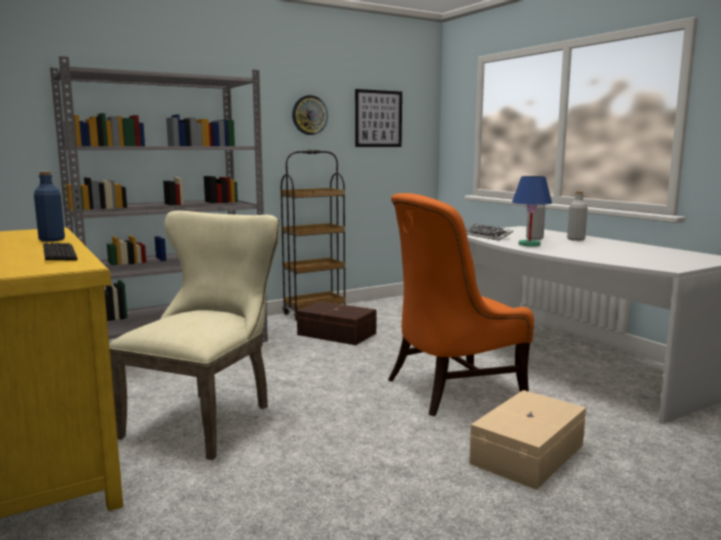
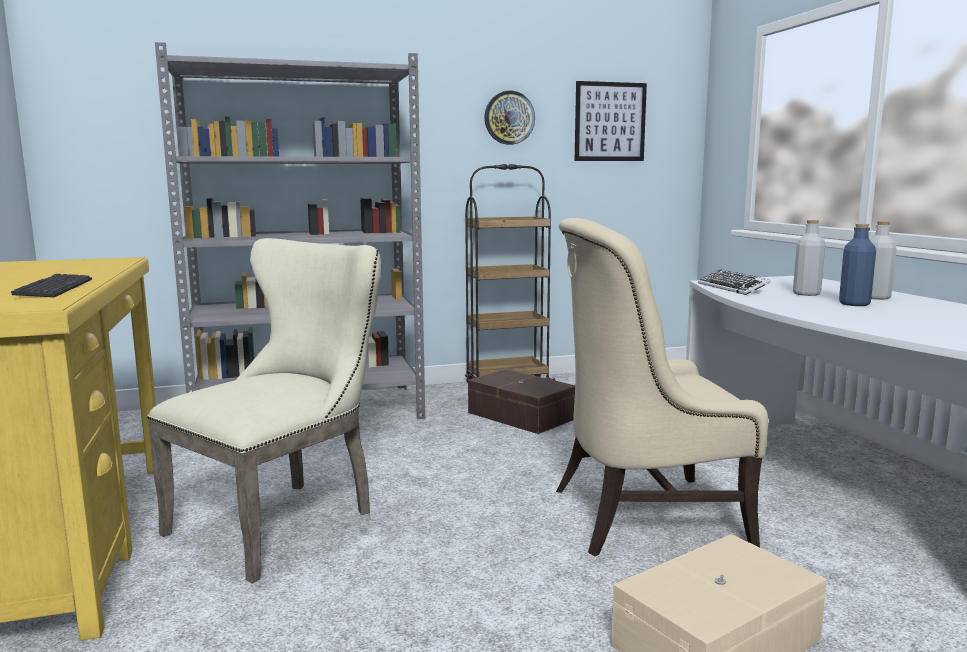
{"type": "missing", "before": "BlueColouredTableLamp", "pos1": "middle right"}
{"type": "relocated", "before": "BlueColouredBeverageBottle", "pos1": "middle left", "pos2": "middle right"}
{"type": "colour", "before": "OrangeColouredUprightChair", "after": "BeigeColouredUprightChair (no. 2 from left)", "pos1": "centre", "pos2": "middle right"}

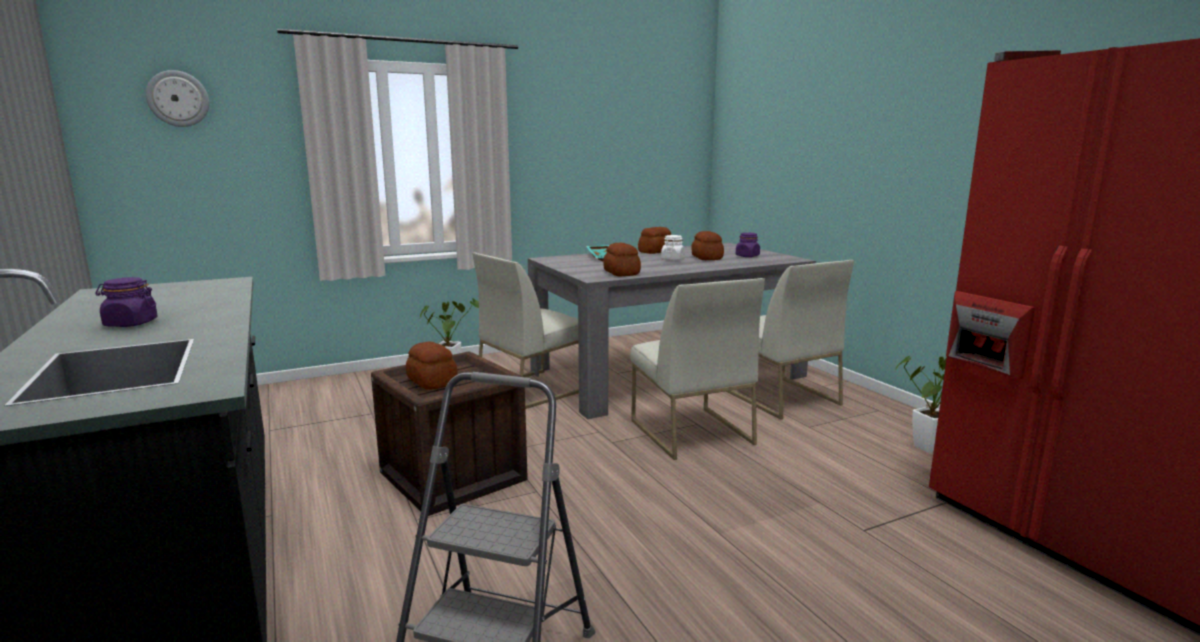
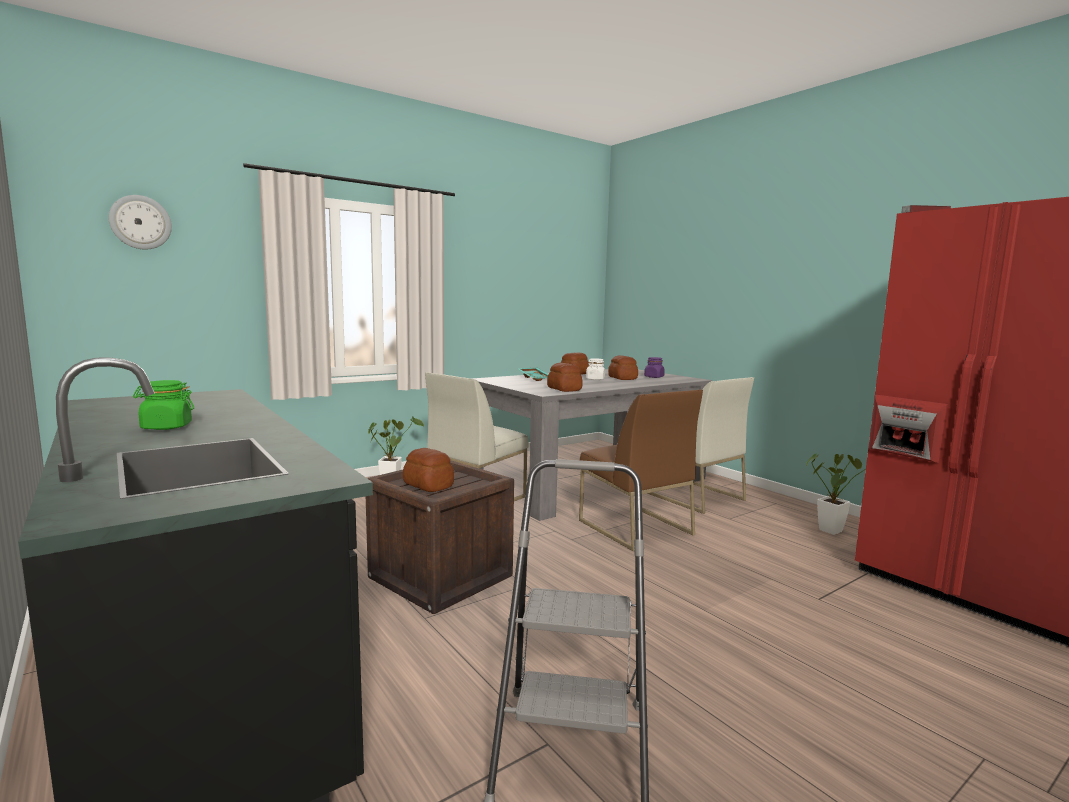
{"type": "colour", "before": "PurpleColouredPreserveJar (no. 1 from left)", "after": "GreenColouredPreserveJar", "pos1": "middle left", "pos2": "middle left"}
{"type": "colour", "before": "WhiteUprightChair (no. 2 from left)", "after": "BrownUprightChair", "pos1": "centre", "pos2": "centre"}

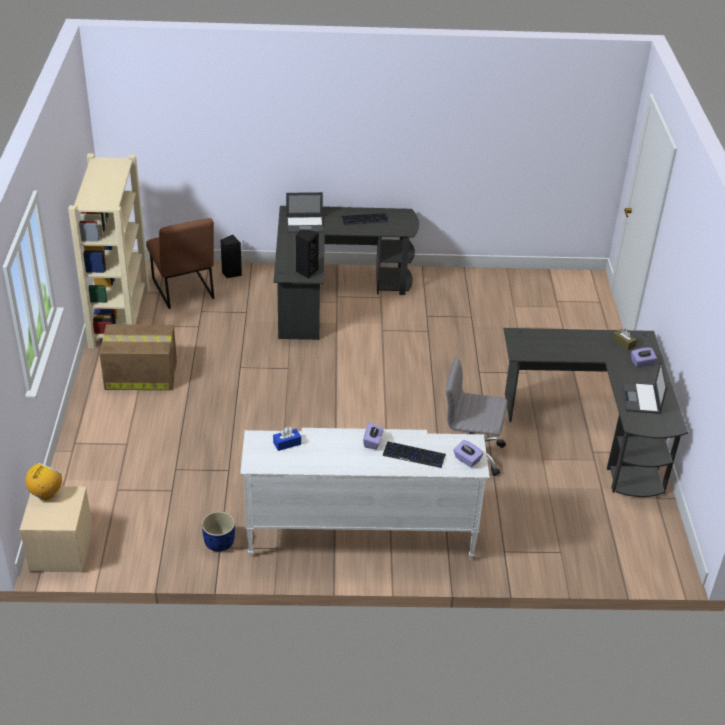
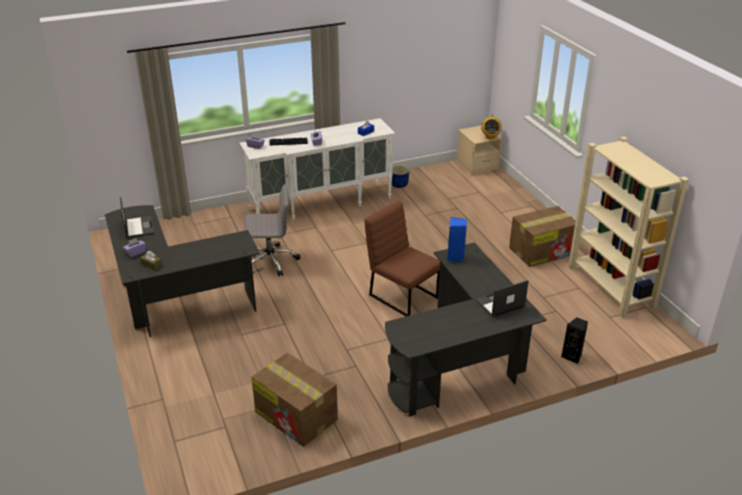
{"type": "missing", "before": "PcKeyboard (no. 1 from left)", "pos1": "top centre"}
{"type": "appeared", "after": "CardboardBox (no. 1 from left)", "pos2": "bottom centre"}
{"type": "relocated", "before": "BrownUprightChair", "pos1": "middle left", "pos2": "centre"}
{"type": "colour", "before": "BlackishLoudspeaker (no. 2 from left)", "after": "BlueColouredLoudspeaker", "pos1": "centre", "pos2": "centre"}

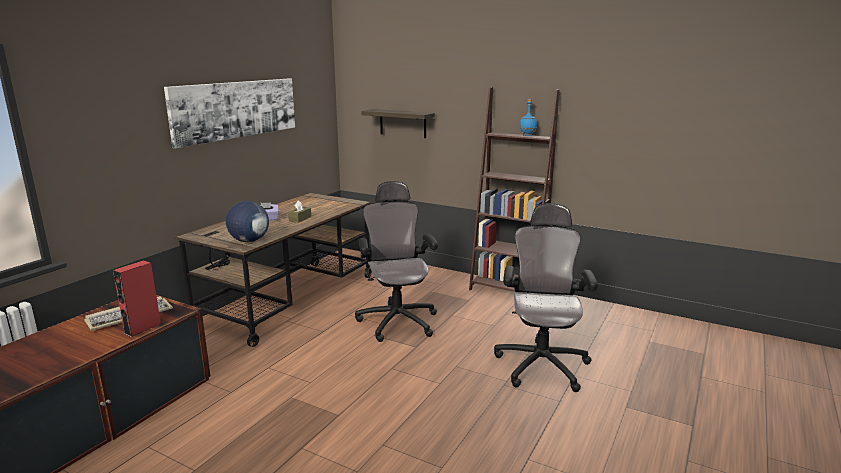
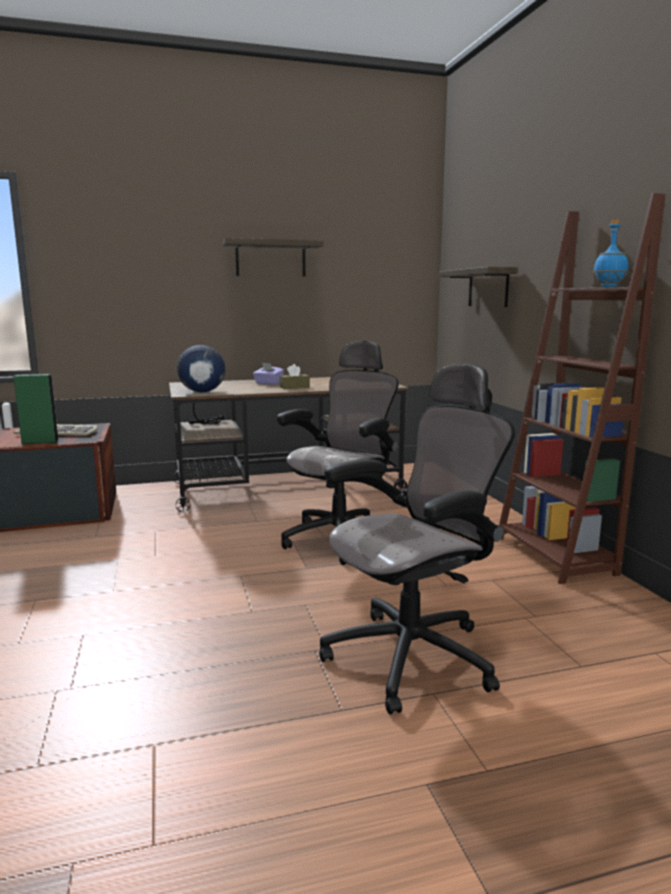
{"type": "exchanged", "before": "WallPicture", "after": "BracketShelf (no. 1 from left)", "pos1": "top left", "pos2": "top centre"}
{"type": "colour", "before": "ReddishLoudspeaker", "after": "GreenColouredLoudspeaker", "pos1": "middle left", "pos2": "middle left"}

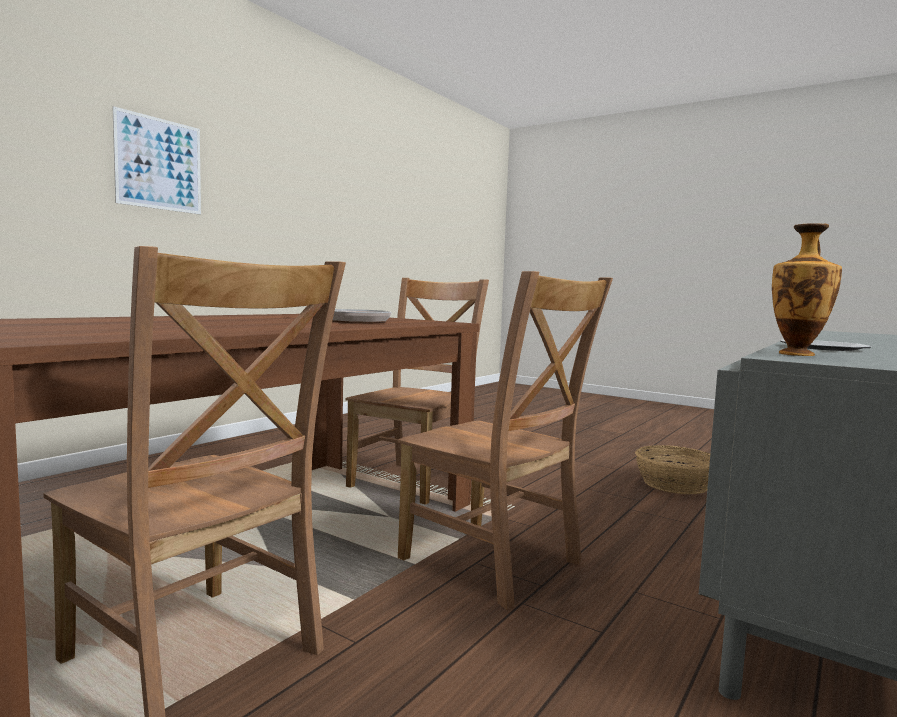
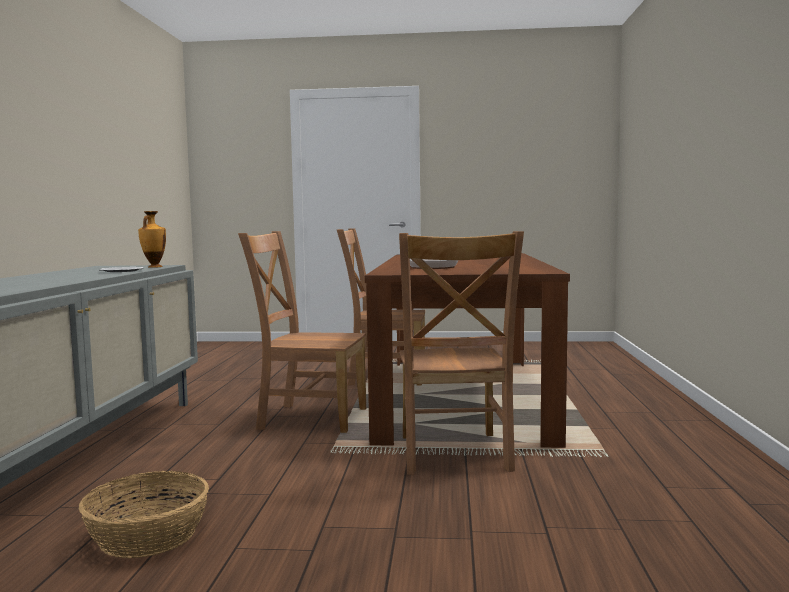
{"type": "missing", "before": "WallPicture", "pos1": "top left"}

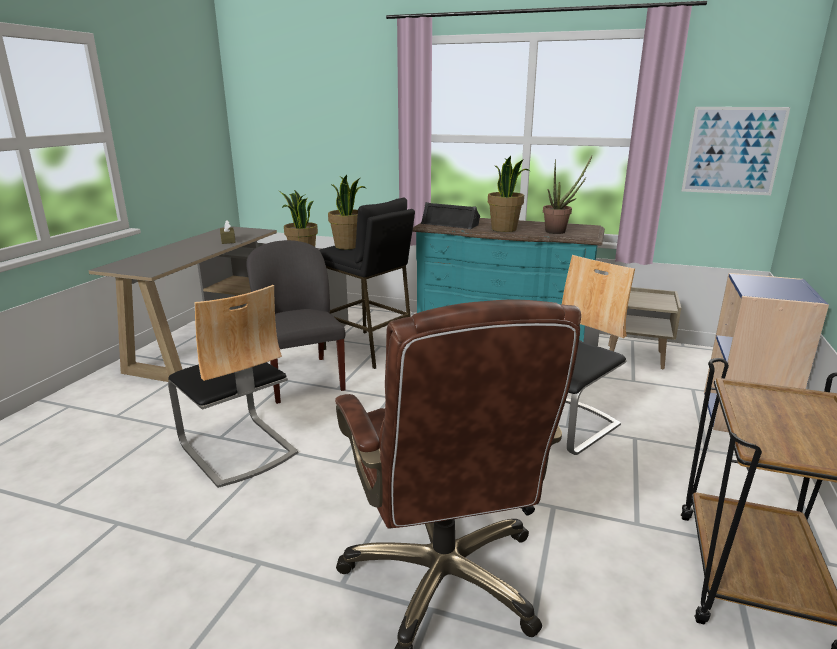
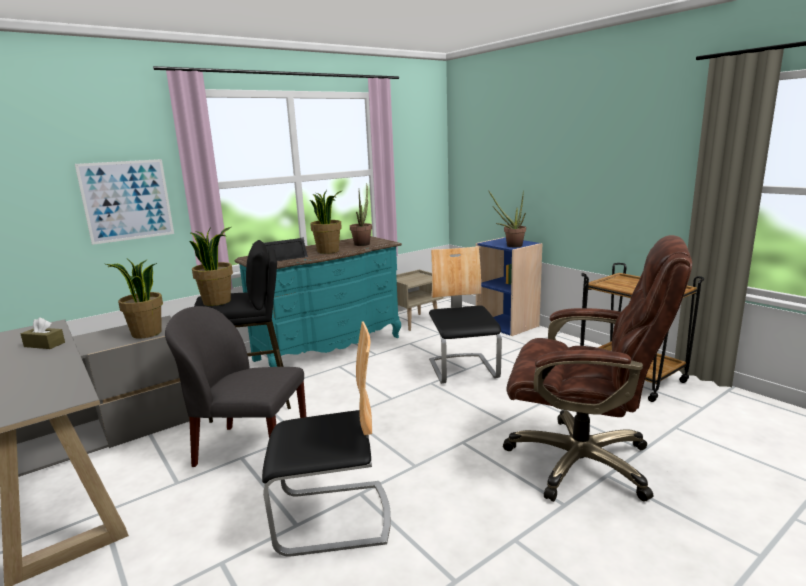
{"type": "appeared", "after": "Houseplant (no. 5 from left)", "pos2": "centre"}
{"type": "relocated", "before": "WallPicture", "pos1": "top right", "pos2": "middle left"}

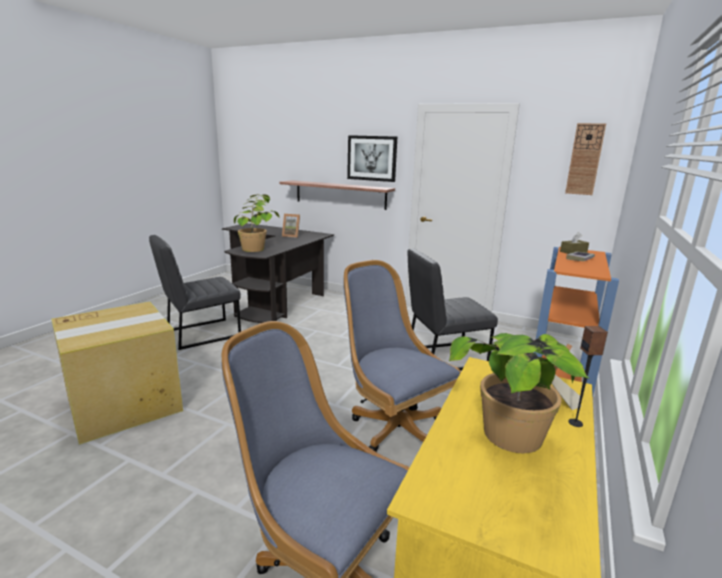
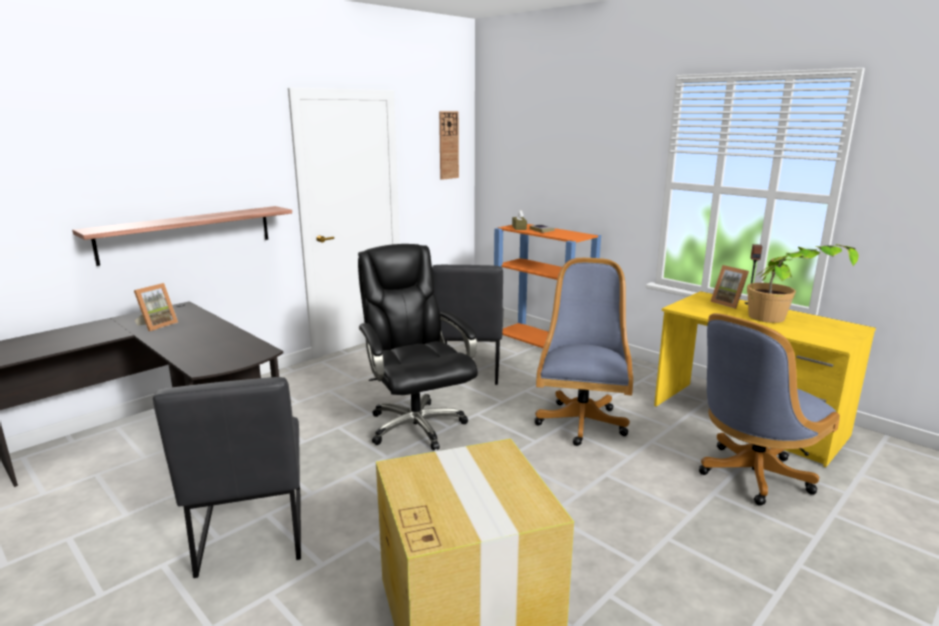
{"type": "missing", "before": "Houseplant (no. 1 from left)", "pos1": "centre"}
{"type": "missing", "before": "WallPicture", "pos1": "top centre"}
{"type": "appeared", "after": "BlackishDeskChair", "pos2": "centre"}
{"type": "spun", "before": "BlueColouredDeskChair (no. 2 from left in the first image)", "pos1": "centre", "pos2": "centre", "turn": 120}

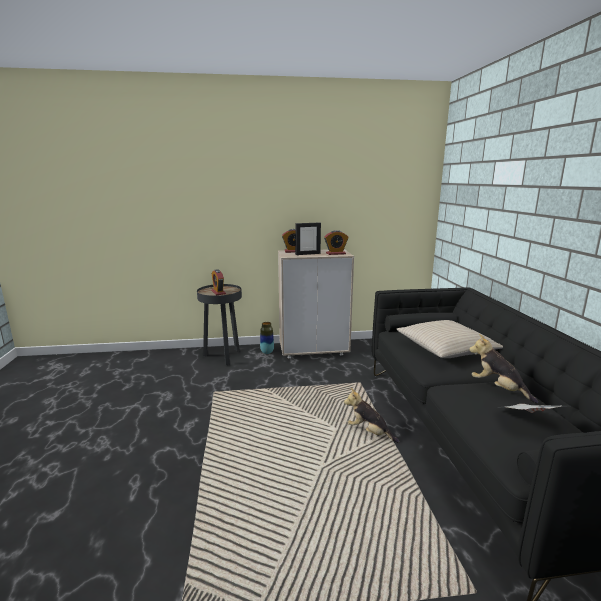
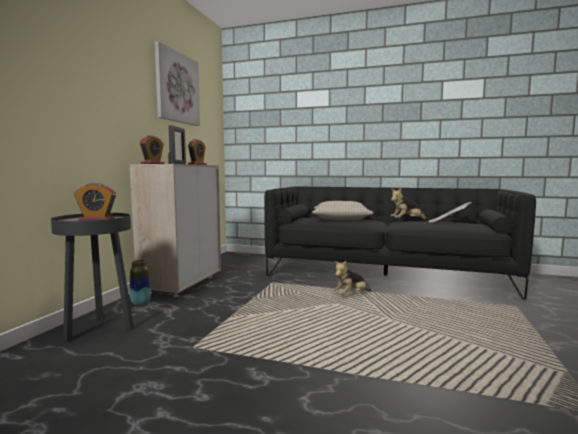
{"type": "appeared", "after": "WallPicture", "pos2": "top left"}

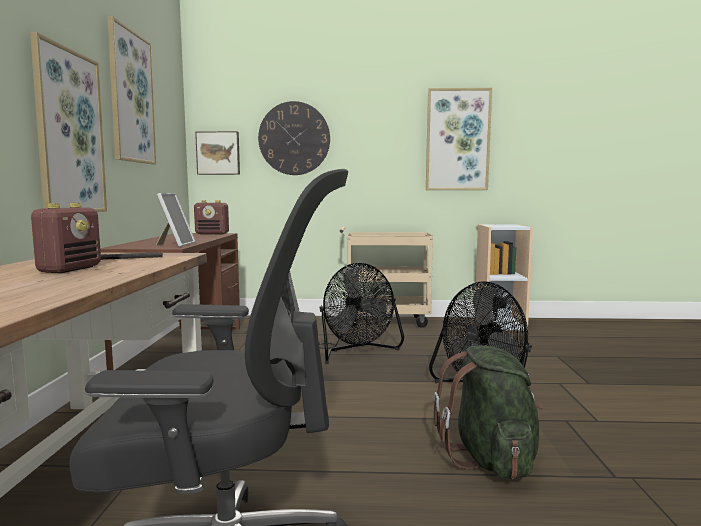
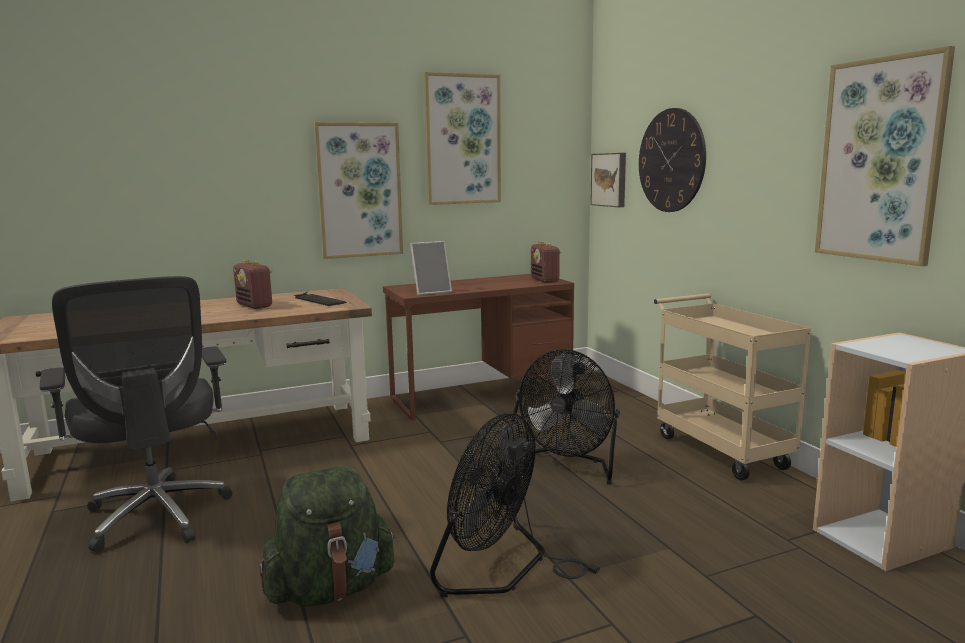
{"type": "spun", "before": "RadioSet (no. 1 from left)", "pos1": "middle left", "pos2": "middle left", "turn": 60}

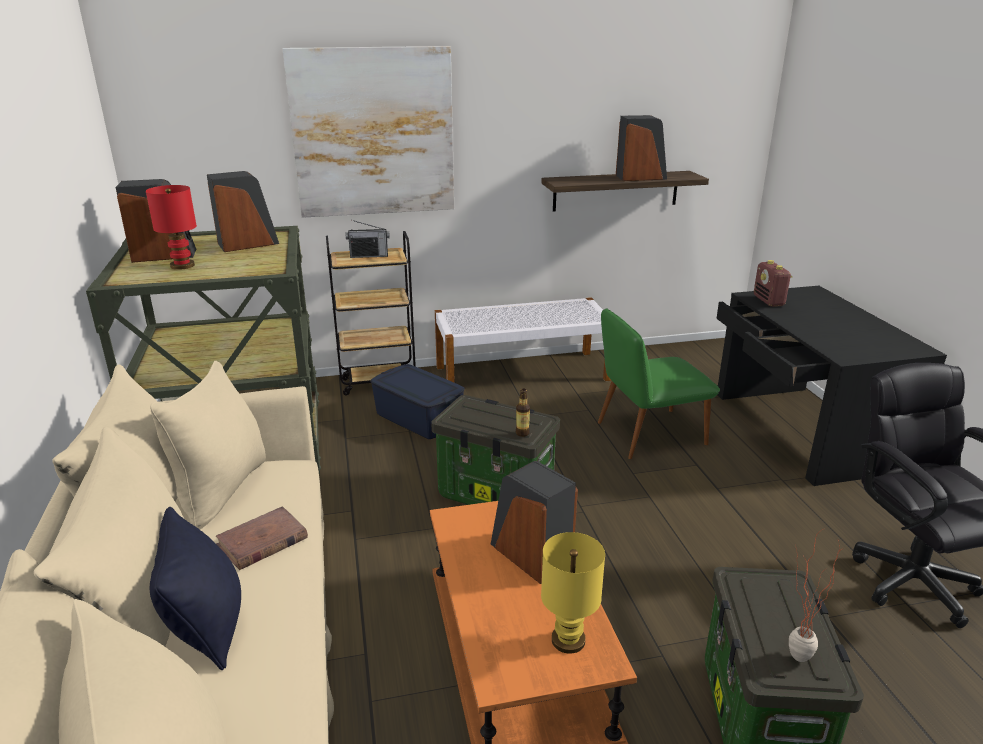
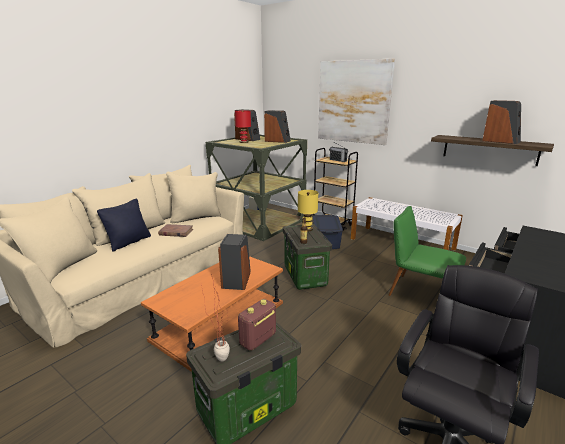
{"type": "relocated", "before": "YellowTableLamp", "pos1": "bottom centre", "pos2": "centre"}
{"type": "relocated", "before": "RadioSet (no. 2 from left in the first image)", "after": "RadioSet (no. 1 from left)", "pos1": "middle right", "pos2": "bottom centre"}

